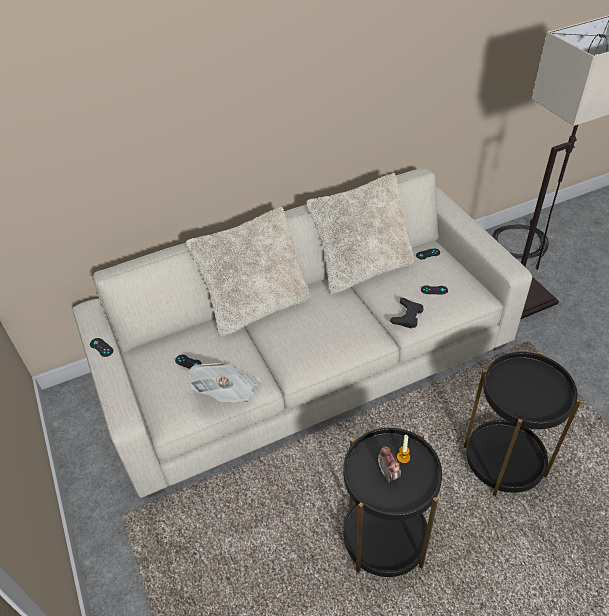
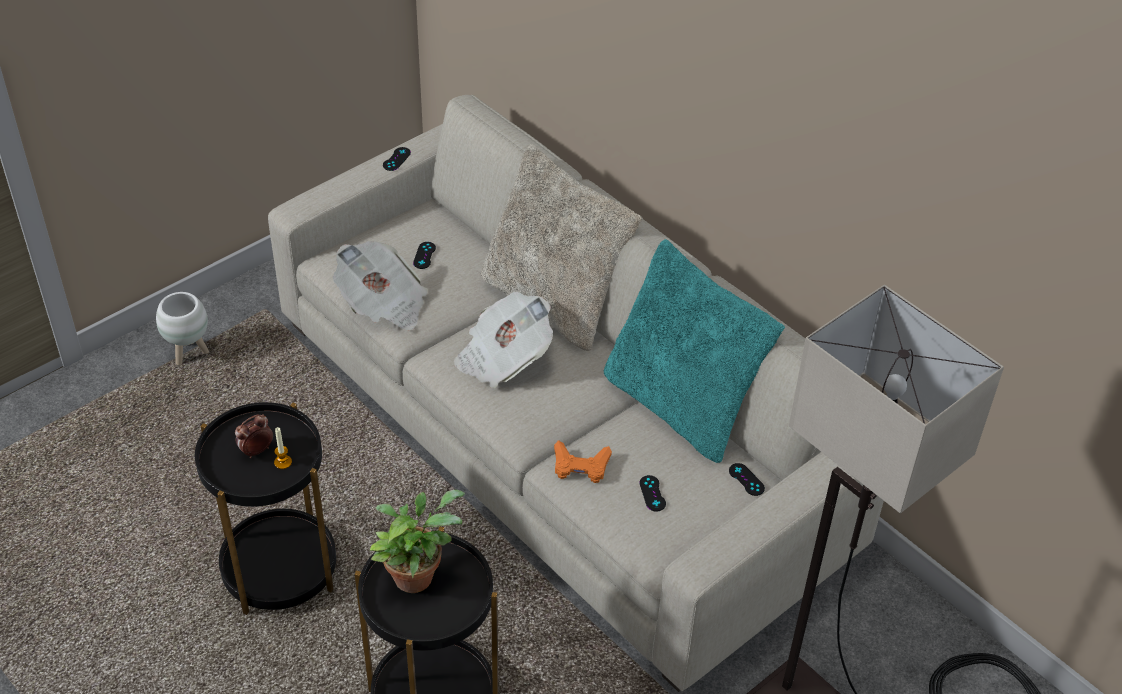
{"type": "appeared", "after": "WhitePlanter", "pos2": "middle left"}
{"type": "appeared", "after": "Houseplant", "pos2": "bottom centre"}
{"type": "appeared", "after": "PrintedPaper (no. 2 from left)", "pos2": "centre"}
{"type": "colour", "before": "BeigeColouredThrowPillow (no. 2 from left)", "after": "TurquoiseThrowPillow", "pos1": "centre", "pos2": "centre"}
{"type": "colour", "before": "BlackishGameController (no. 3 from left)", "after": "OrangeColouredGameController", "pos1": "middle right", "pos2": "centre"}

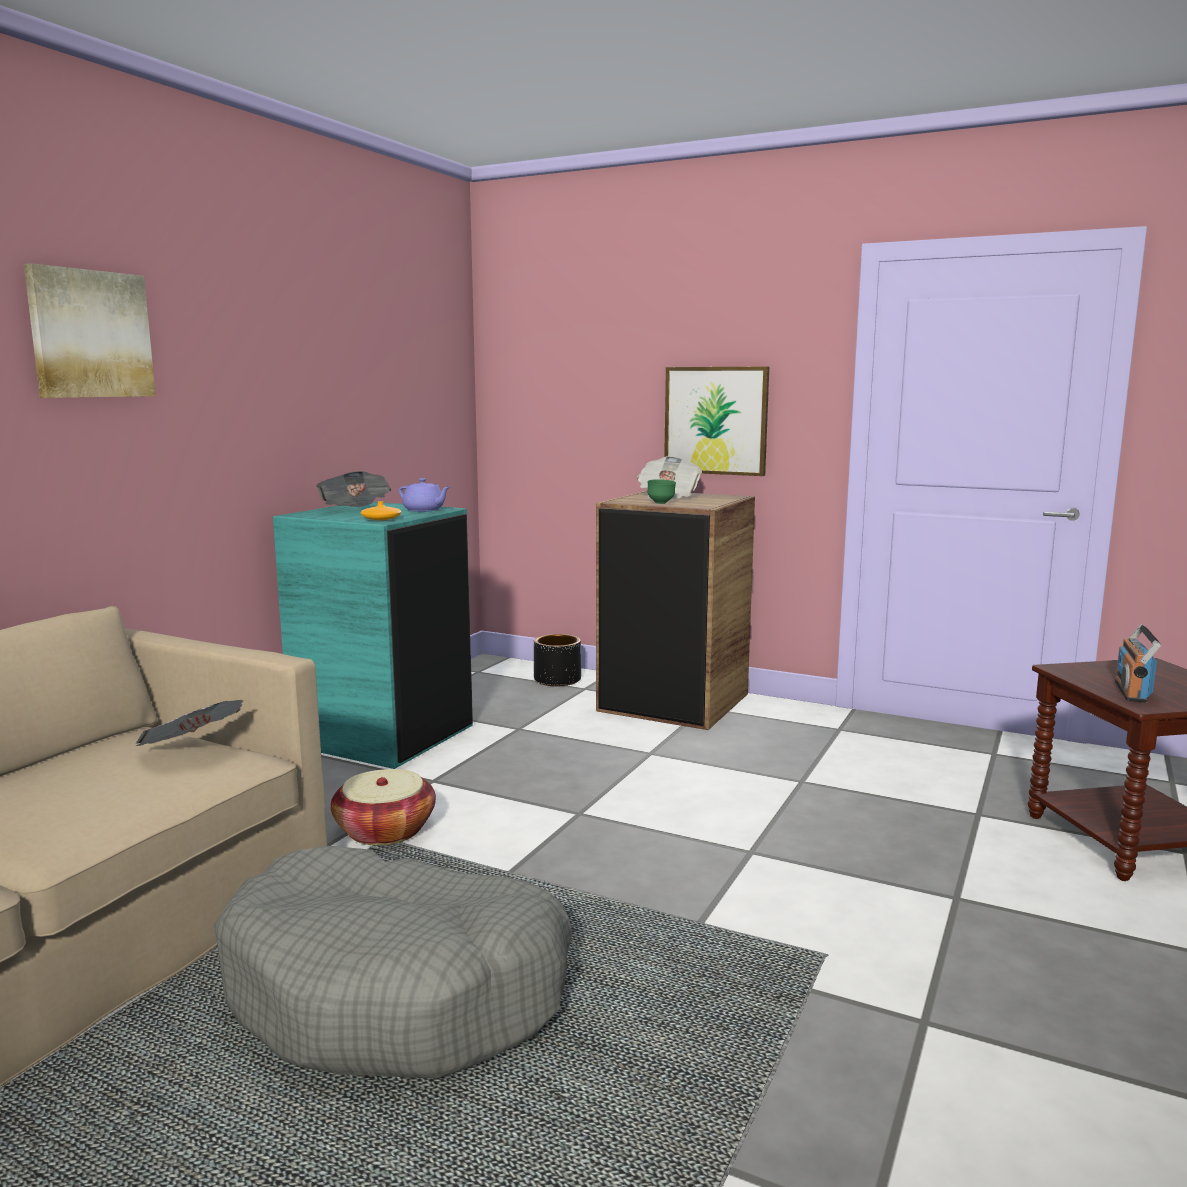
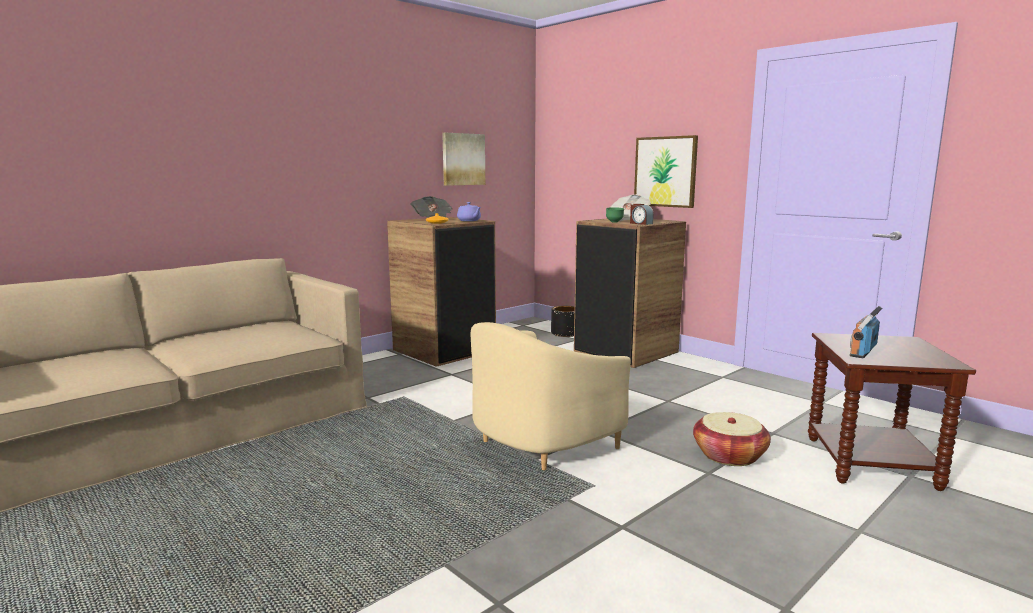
{"type": "missing", "before": "PrintedPaper (no. 1 from left)", "pos1": "middle left"}
{"type": "missing", "before": "GreyPetBed", "pos1": "bottom left"}
{"type": "appeared", "after": "BeigeColouredLoungeChair", "pos2": "centre"}
{"type": "appeared", "after": "AlarmClock", "pos2": "centre"}
{"type": "relocated", "before": "WallPicture (no. 1 from left)", "pos1": "top left", "pos2": "top centre"}
{"type": "relocated", "before": "StorageBasket", "pos1": "bottom left", "pos2": "bottom right"}
{"type": "colour", "before": "TurquoiseCupboard", "after": "BrownCupboard (no. 1 from left)", "pos1": "middle left", "pos2": "centre"}

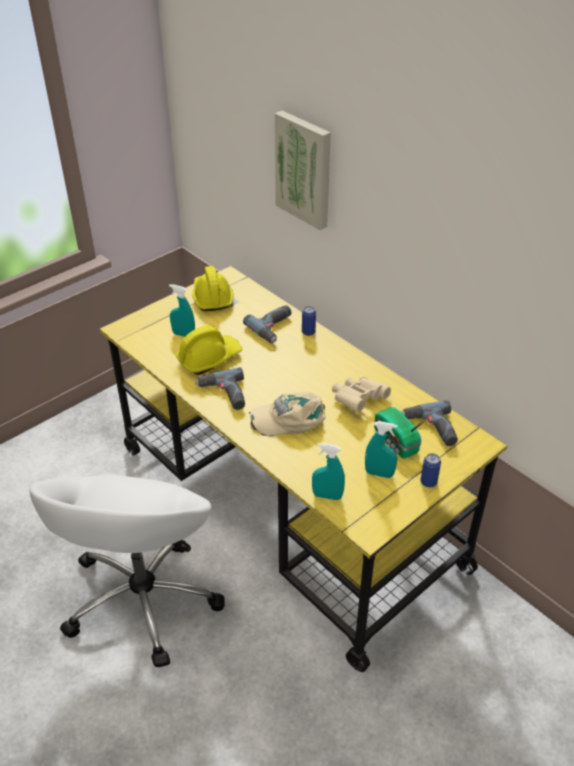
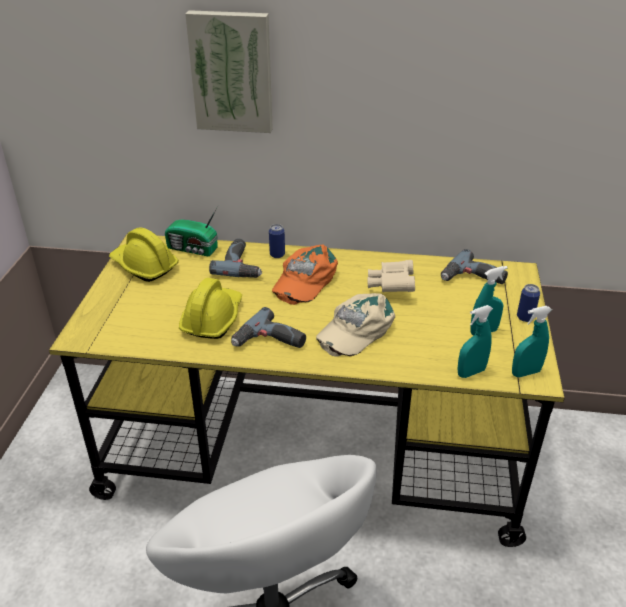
{"type": "appeared", "after": "OrangeColouredBaseballCap", "pos2": "centre"}
{"type": "relocated", "before": "TurquoiseSprayBottle (no. 1 from left in the first image)", "after": "TurquoiseSprayBottle (no. 3 from left)", "pos1": "middle left", "pos2": "middle right"}
{"type": "relocated", "before": "RadioSet", "pos1": "middle right", "pos2": "middle left"}

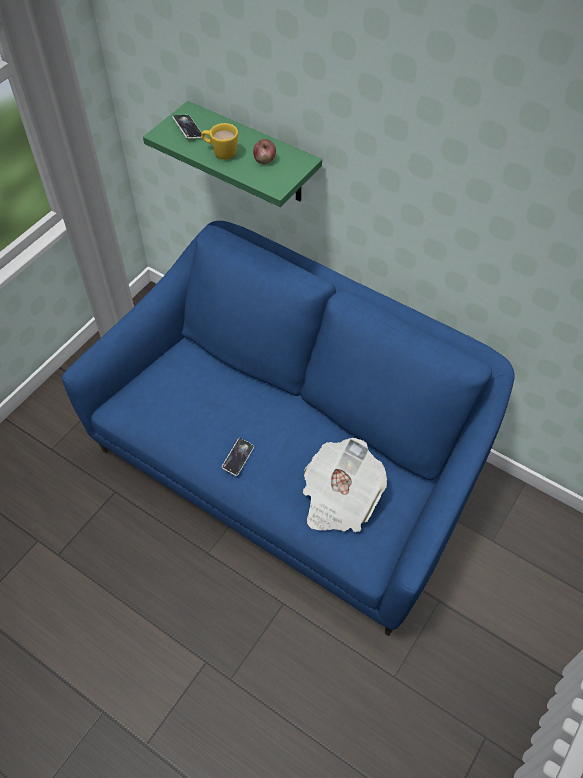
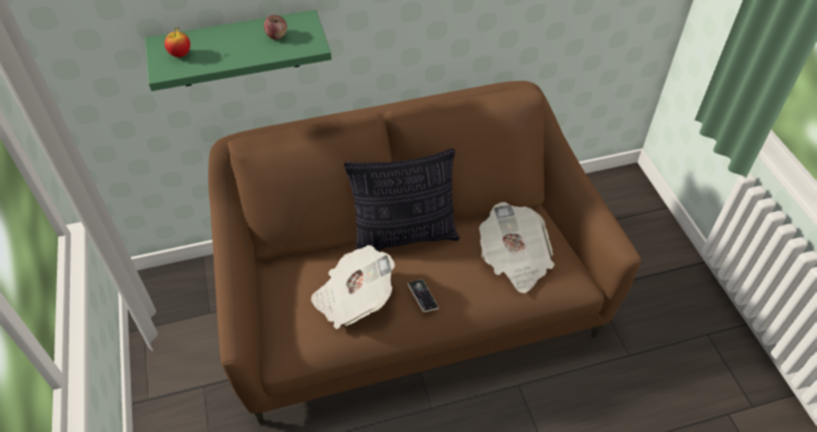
{"type": "missing", "before": "YellowMug", "pos1": "top centre"}
{"type": "appeared", "after": "PrintedPaper (no. 1 from left)", "pos2": "centre"}
{"type": "appeared", "after": "ThrowPillow", "pos2": "centre"}
{"type": "exchanged", "before": "Handset (no. 1 from left)", "after": "Apple (no. 1 from left)", "pos1": "top left", "pos2": "top left"}
{"type": "colour", "before": "BlueColouredSettee", "after": "BrownSettee", "pos1": "centre", "pos2": "centre"}

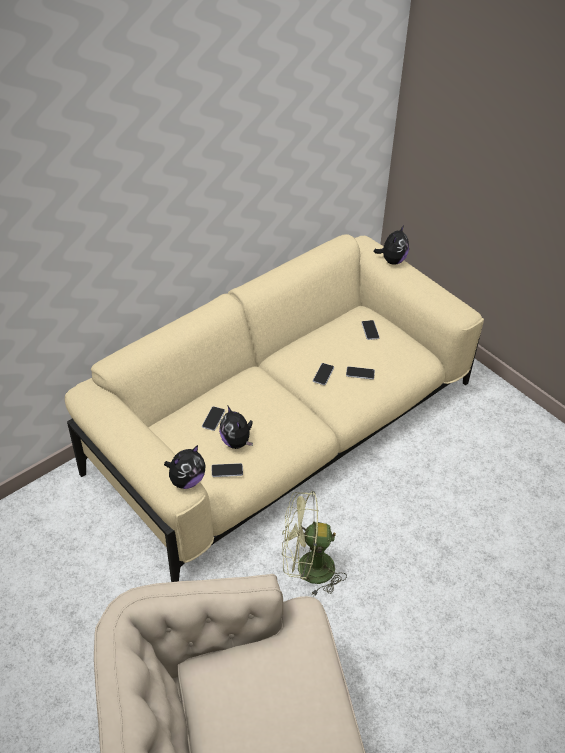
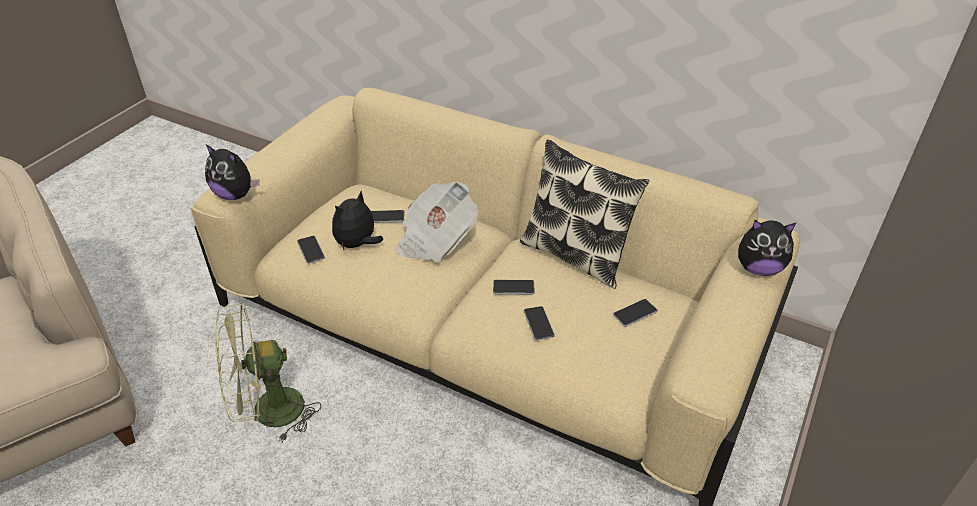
{"type": "appeared", "after": "PrintedPaper", "pos2": "centre"}
{"type": "appeared", "after": "ThrowPillow", "pos2": "centre"}
{"type": "spun", "before": "GreenColouredFan", "pos1": "bottom centre", "pos2": "bottom left", "turn": -90}

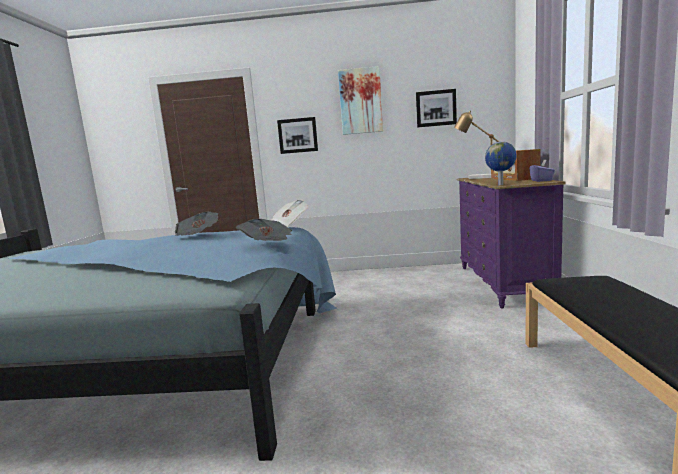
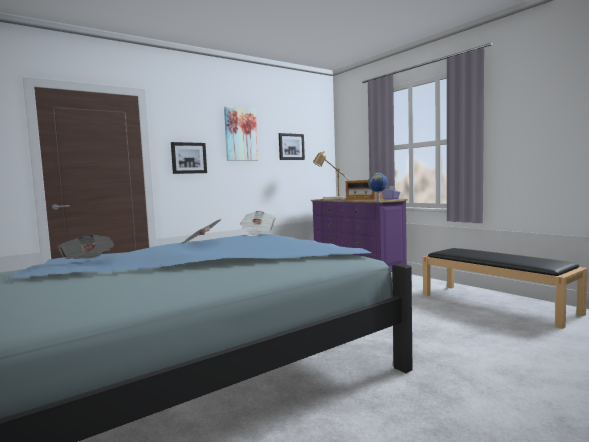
{"type": "relocated", "before": "PrintedPaper (no. 2 from left in the first image)", "after": "PrintedPaper (no. 1 from left)", "pos1": "centre", "pos2": "middle left"}

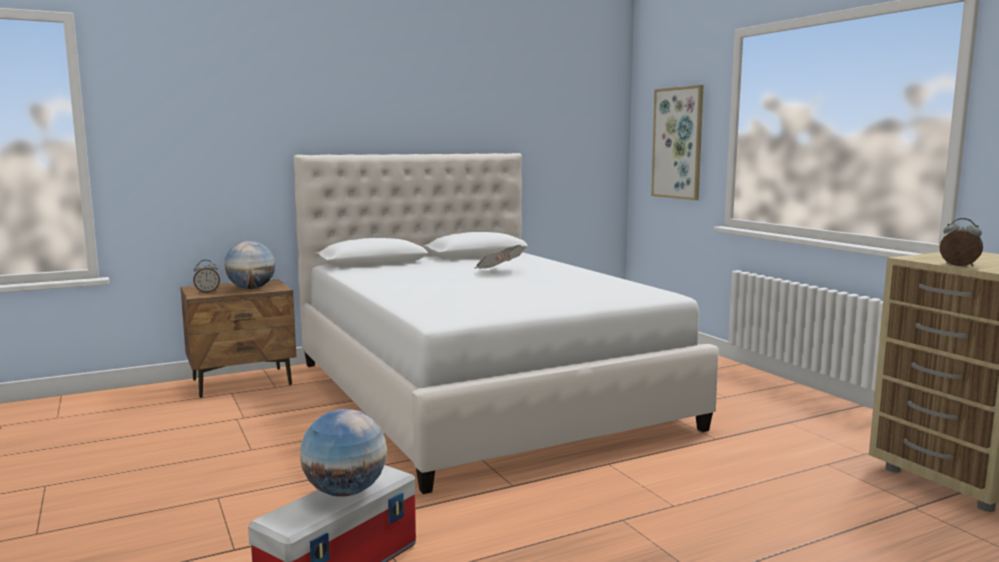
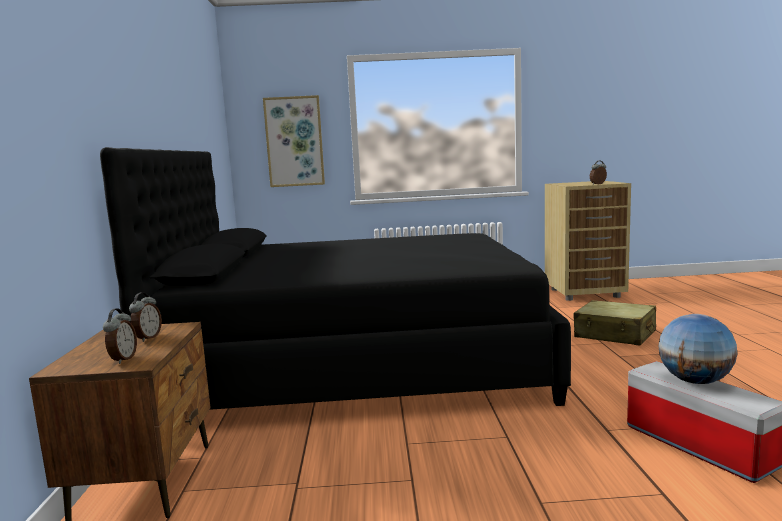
{"type": "missing", "before": "PrintedPaper", "pos1": "centre"}
{"type": "appeared", "after": "BeigeColouredTravelCase", "pos2": "middle right"}
{"type": "exchanged", "before": "DeskGlobe (no. 1 from left)", "after": "AlarmClock (no. 2 from left)", "pos1": "middle left", "pos2": "middle left"}
{"type": "colour", "before": "WhiteBed", "after": "BlackishBed", "pos1": "centre", "pos2": "centre"}

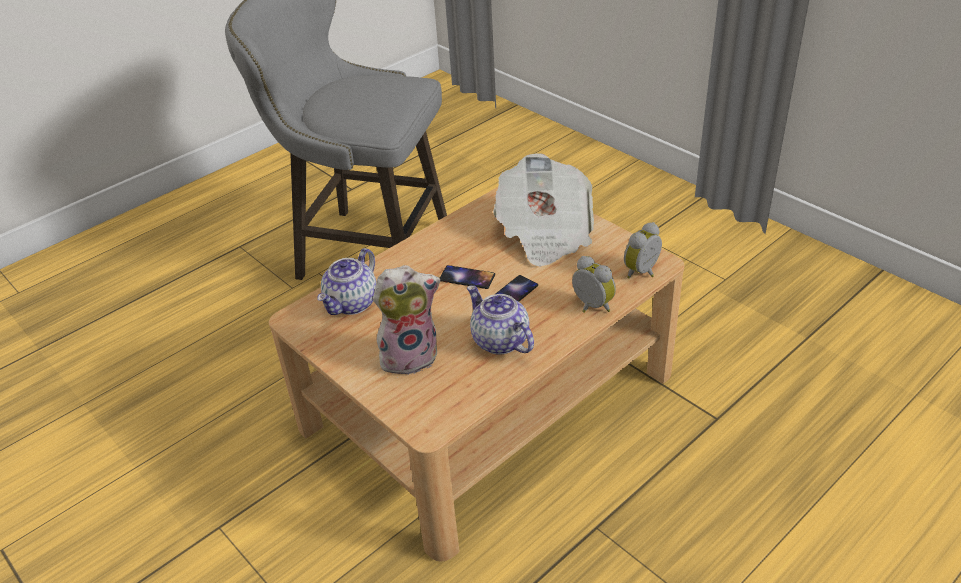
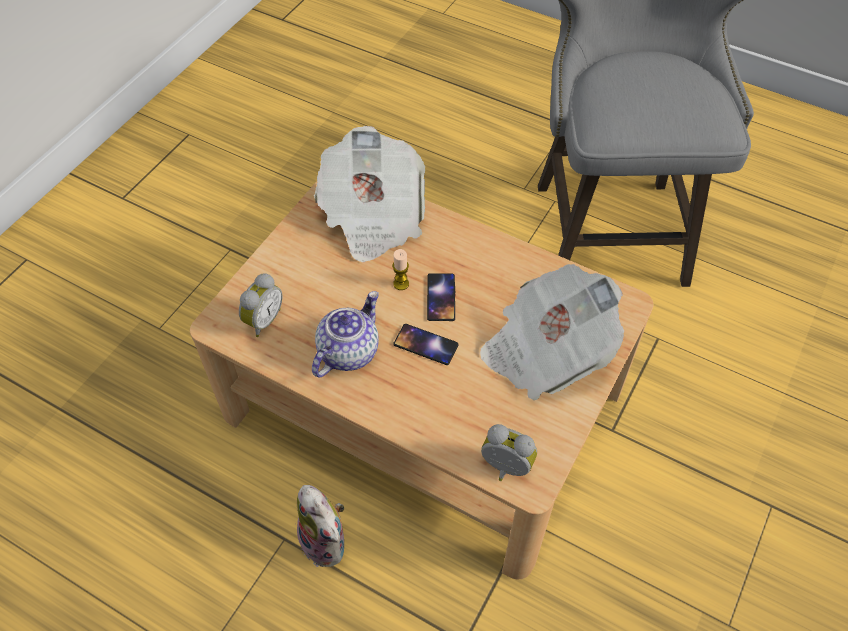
{"type": "appeared", "after": "Candle", "pos2": "centre"}
{"type": "relocated", "before": "CuddlyToy", "pos1": "centre", "pos2": "bottom centre"}
{"type": "relocated", "before": "AlarmClock (no. 1 from left)", "pos1": "centre", "pos2": "middle left"}
{"type": "exchanged", "before": "PotForTea (no. 1 from left)", "after": "PrintedPaper (no. 1 from left)", "pos1": "centre", "pos2": "top centre"}

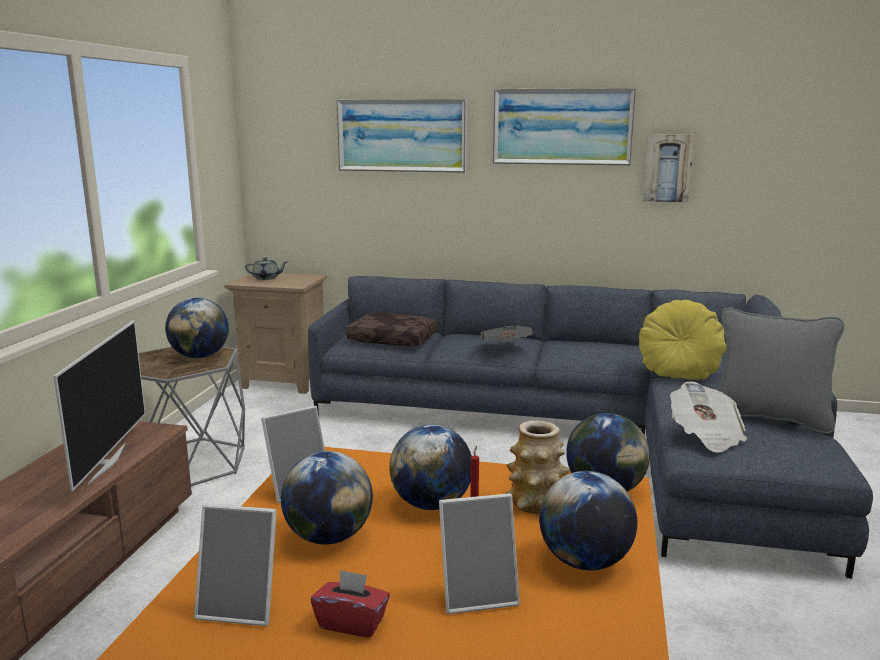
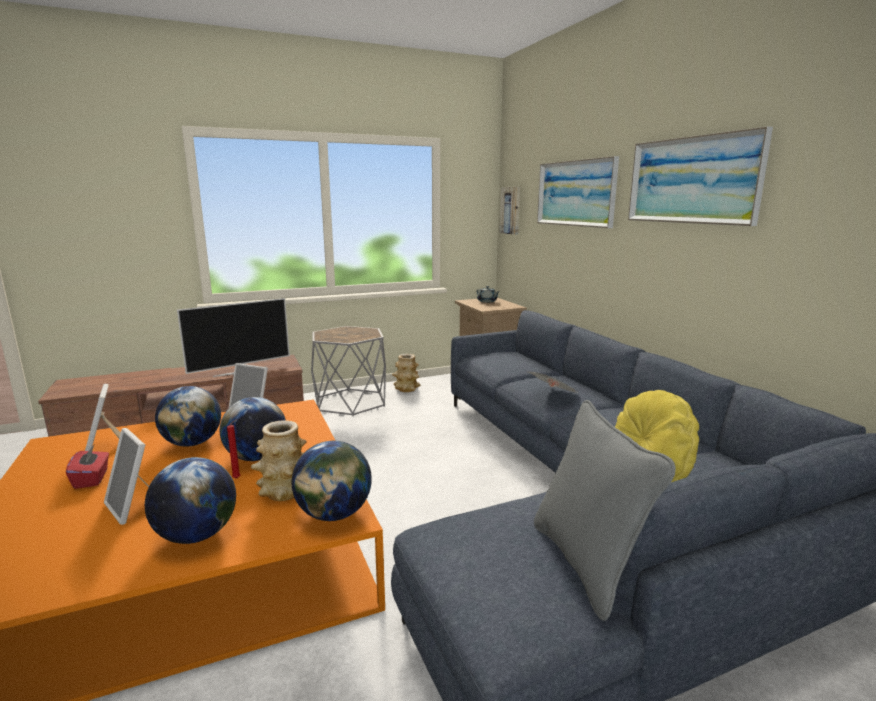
{"type": "missing", "before": "DeskGlobe (no. 1 from left)", "pos1": "middle left"}
{"type": "missing", "before": "BrownThrowPillow", "pos1": "centre"}
{"type": "missing", "before": "PrintedPaper (no. 2 from left)", "pos1": "middle right"}
{"type": "appeared", "after": "DecorativeVase (no. 2 from left)", "pos2": "centre"}
{"type": "relocated", "before": "WallPicture (no. 3 from left in the first image)", "after": "WallPicture (no. 1 from left)", "pos1": "top right", "pos2": "top centre"}

